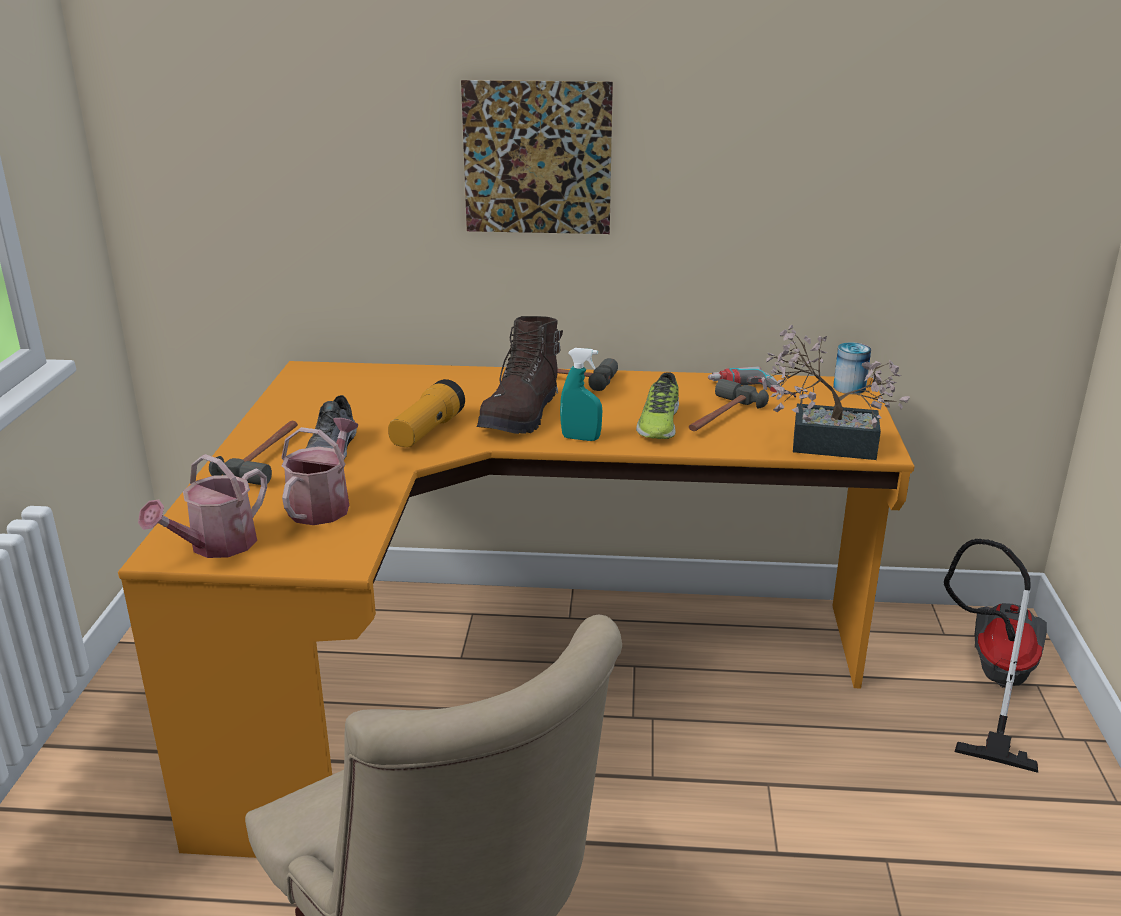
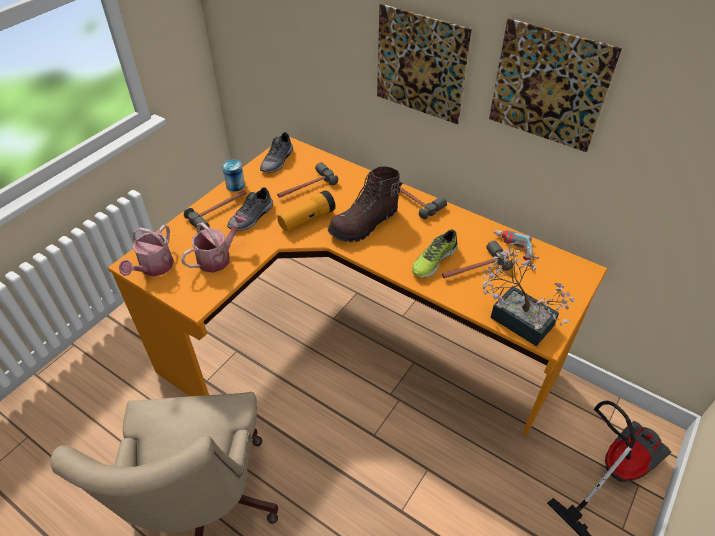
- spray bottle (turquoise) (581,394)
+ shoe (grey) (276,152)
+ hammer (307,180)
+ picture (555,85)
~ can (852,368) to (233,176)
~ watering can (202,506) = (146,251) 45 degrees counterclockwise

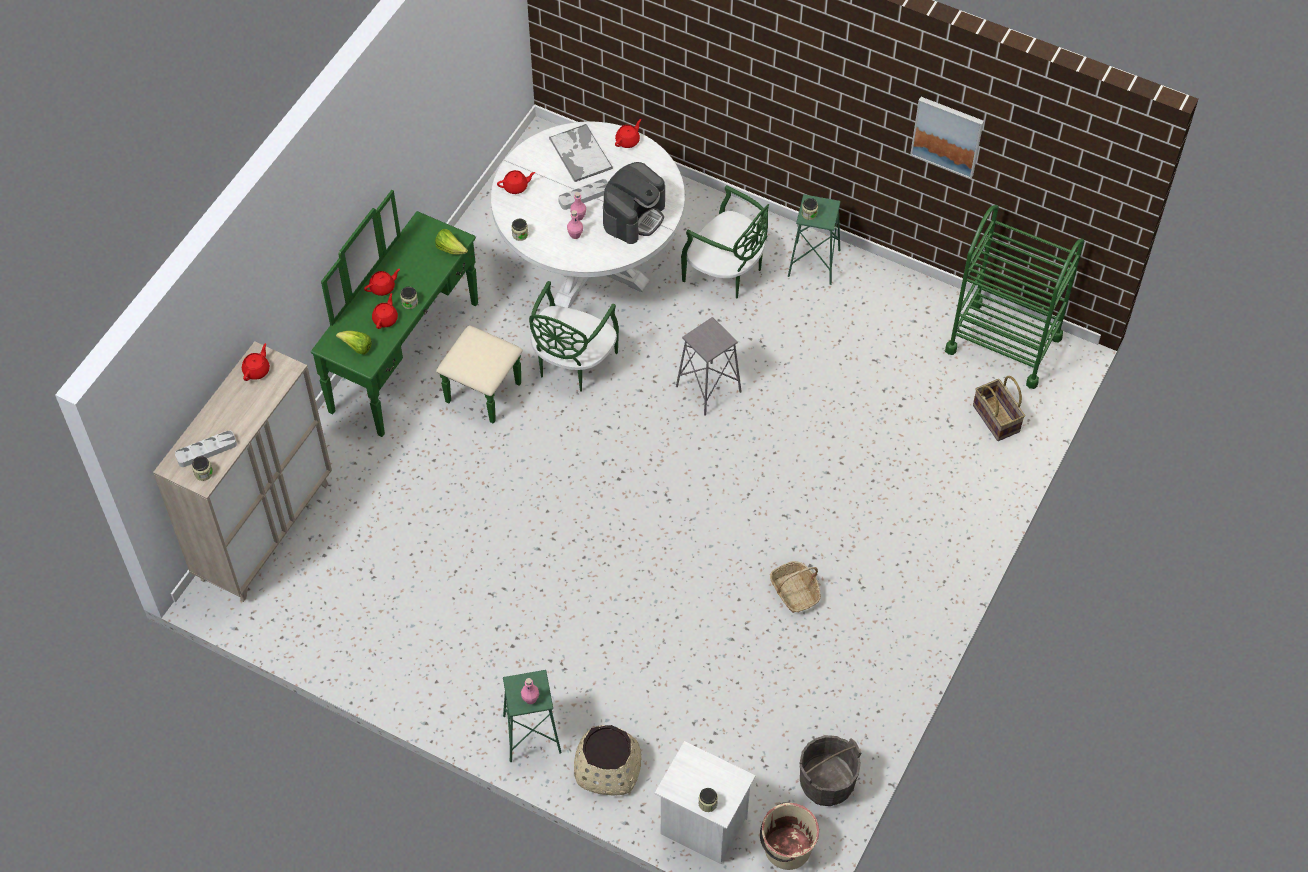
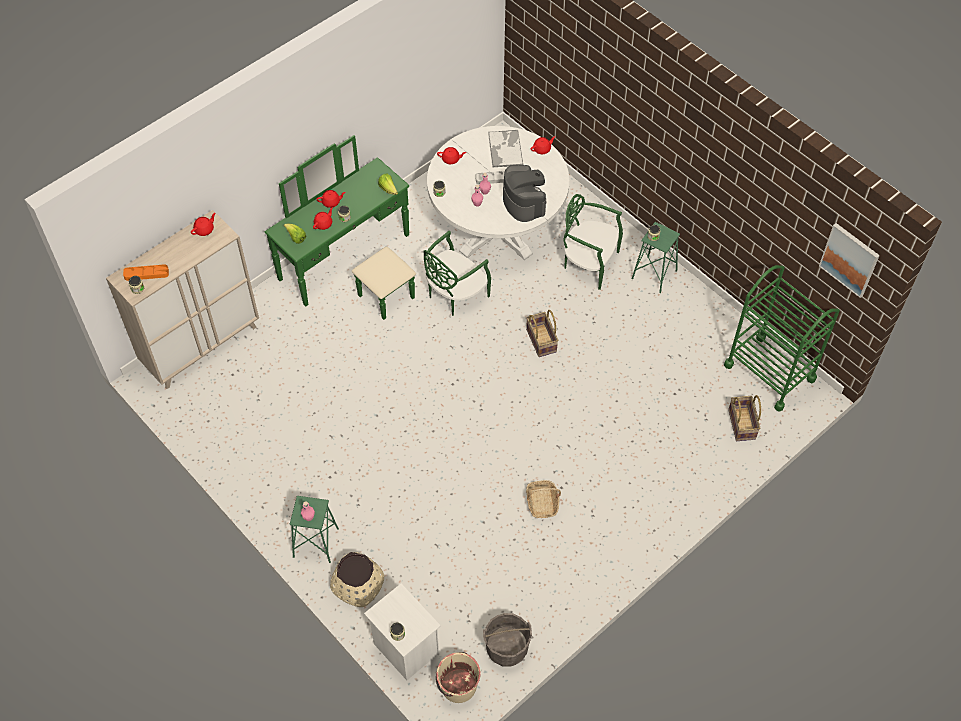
~ picture (947,138) to (849,260)
~ stool (grey) (709,366) to basket (542,333)
~ tray (grey) (206,448) to tray (orange) (146,272)
~ coffee machine (634,203) = (525,193) 75 degrees counterclockwise
~ chair (green) (725,241) = (593,242) 150 degrees clockwise

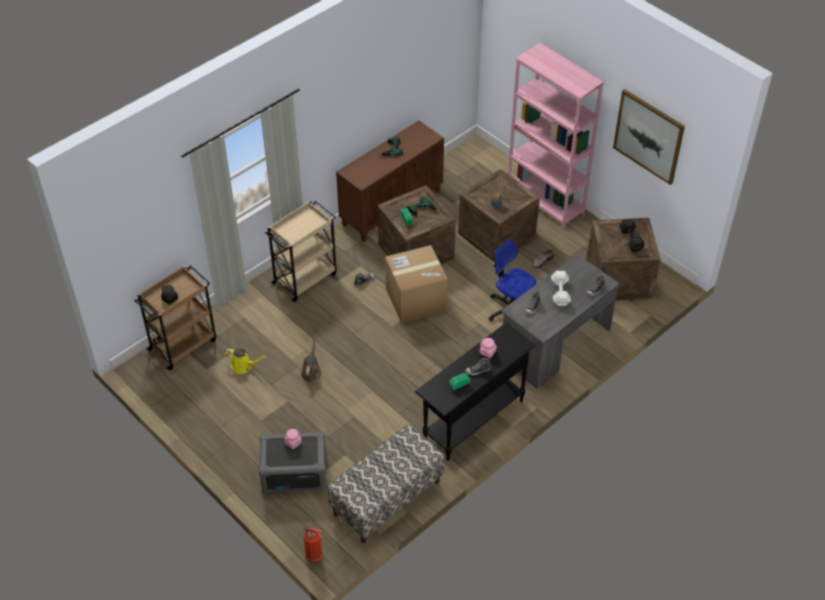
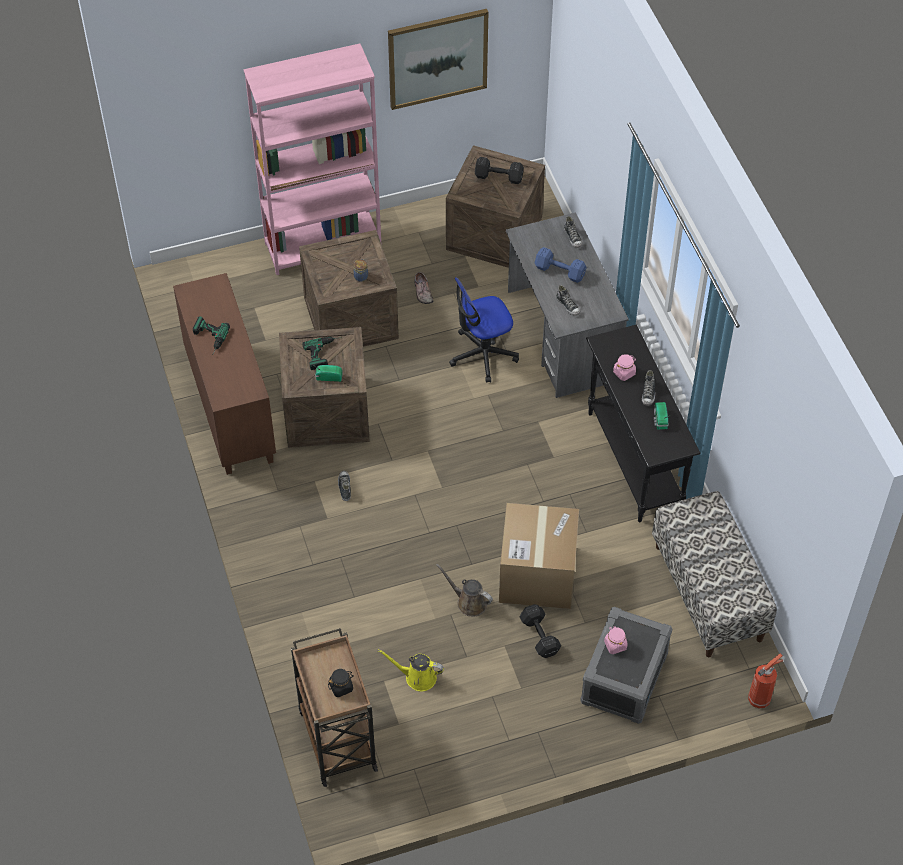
- cart (beige) (301,251)
+ dumbbell (black) (540,631)
~ cardboard box (416,284) to (539,556)
~ dumbbell (white) (561,288) to dumbbell (blue) (561,265)
~ watering can (yellow) (246,361) = (411,670) 120 degrees counterclockwise

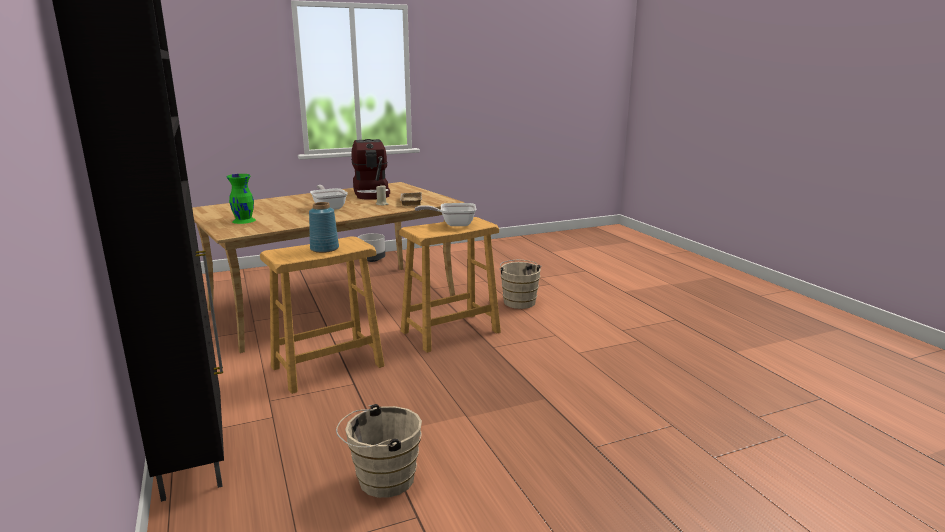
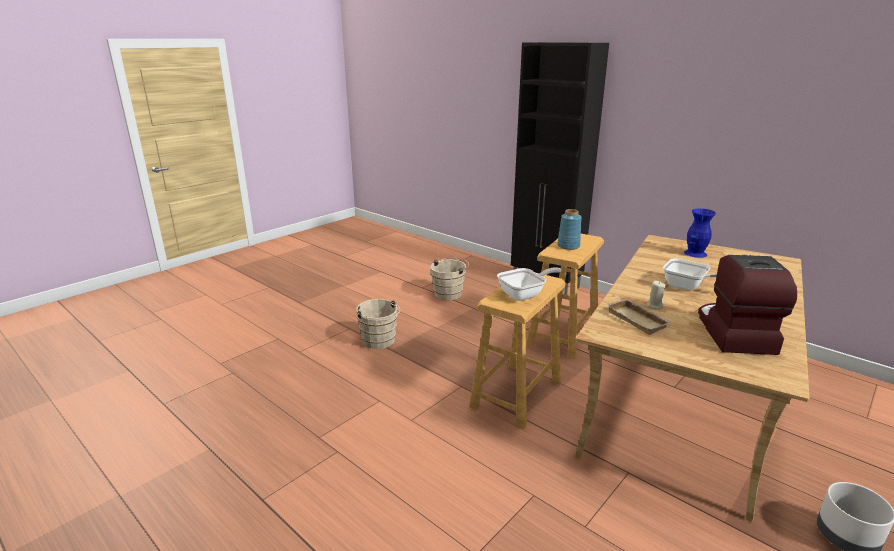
~ bucket (beige) (520,284) to (378,324)
~ vase (green) (241,199) to vase (blue) (700,233)
~ coffee machine (370,169) = (747,305) 45 degrees clockwise

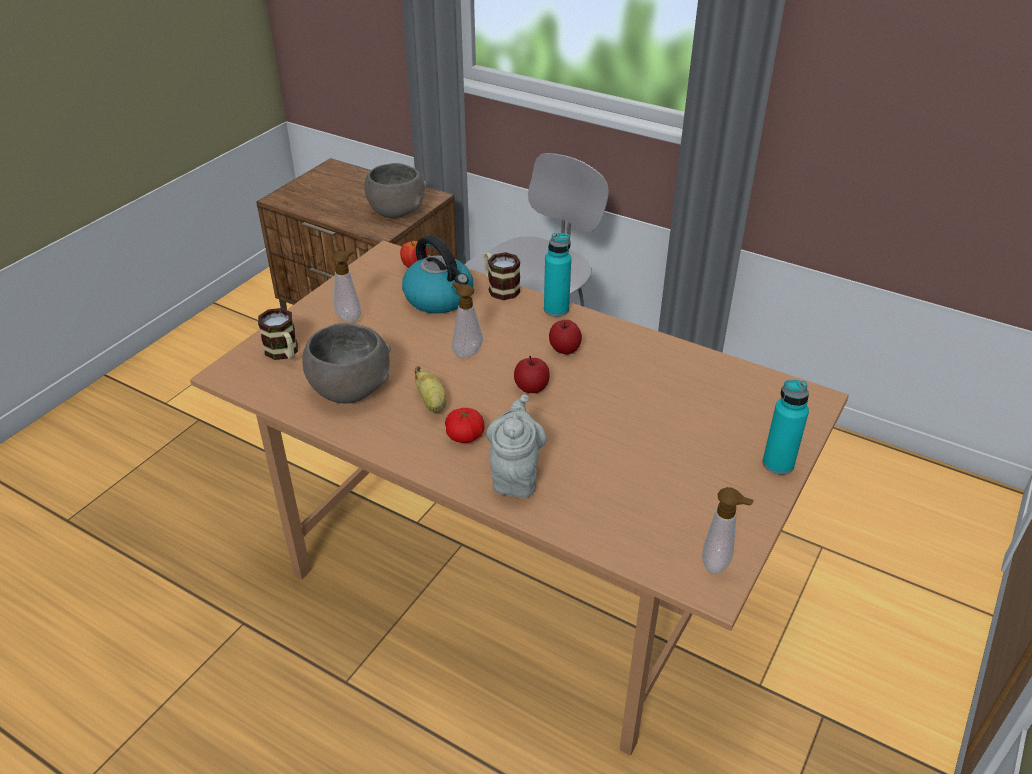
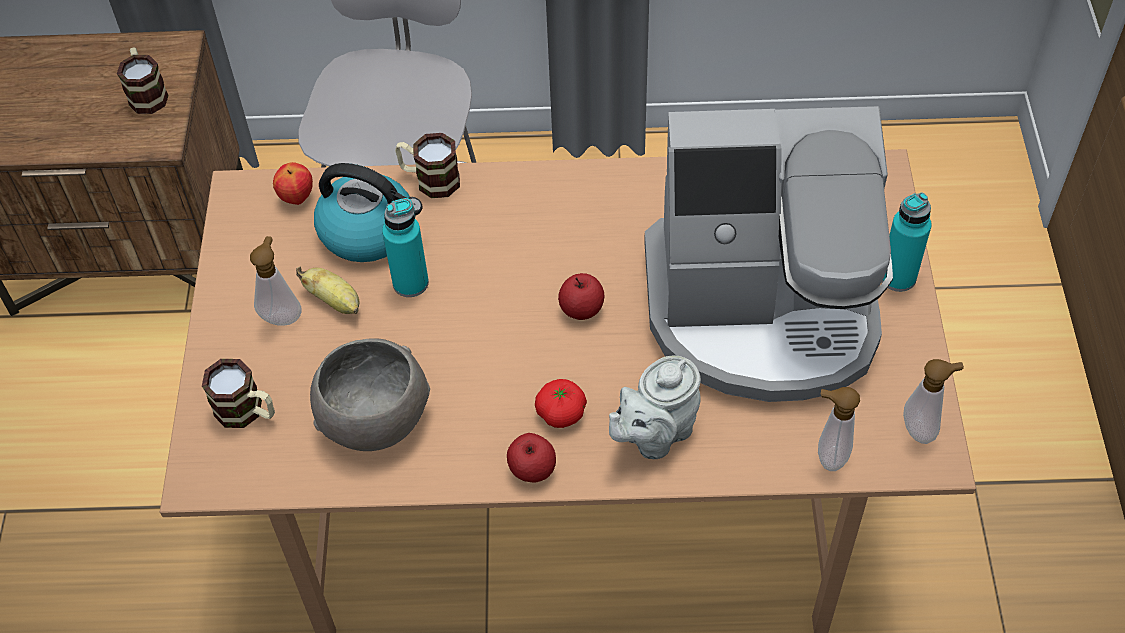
+ coffee machine (768,254)
~ banana (430,389) to (327,290)
~ soap dispenser (467,320) to (839,429)
~ bottle (turquoise) (557,275) to (405,247)
~ apple (565,337) to (531,458)
~ bowl (grey) (395,190) to mug (142,80)
~ teapot (grey) (516,446) = (655,407) 105 degrees counterclockwise

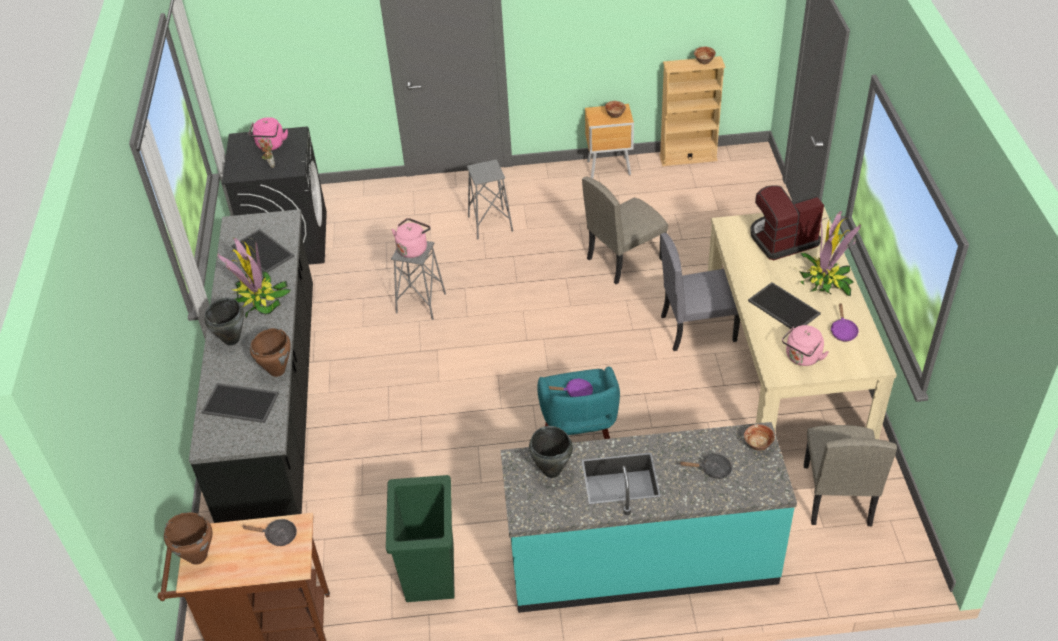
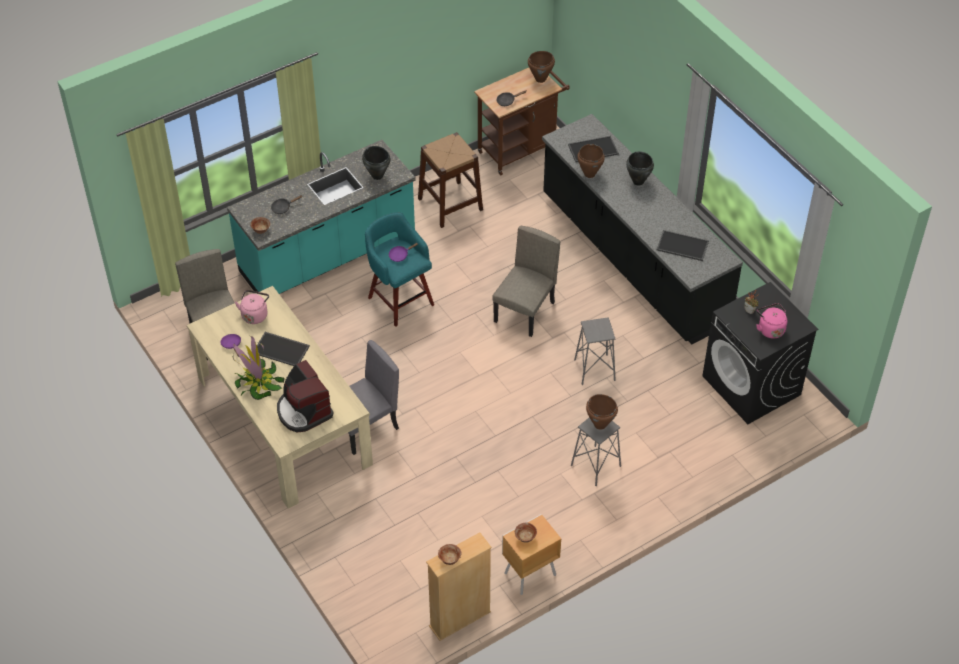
- potted plant (254,277)
- kettle (pink) (411,238)
+ cooking pot (brown) (602,412)
~ chair (beige) (625,230) to (526,281)
~ trash can (green) (420,538) to stool (brown) (450,180)
~ coffee machine (787,222) = (305,396) 105 degrees clockwise

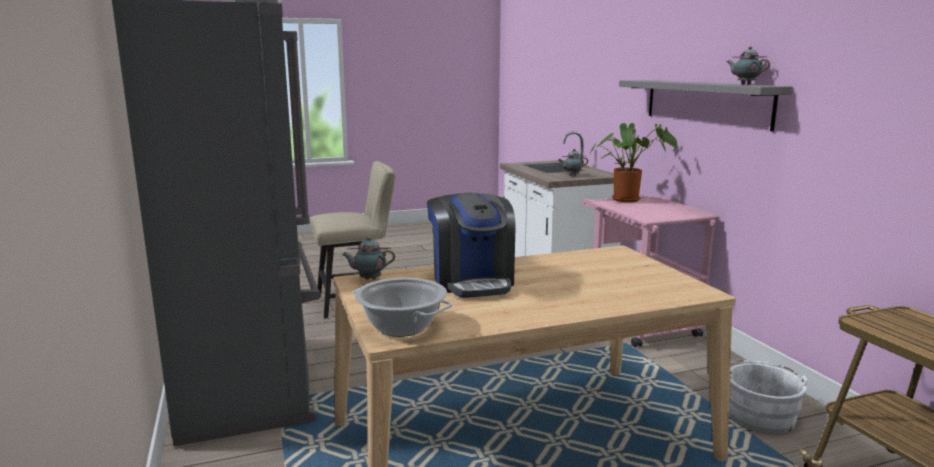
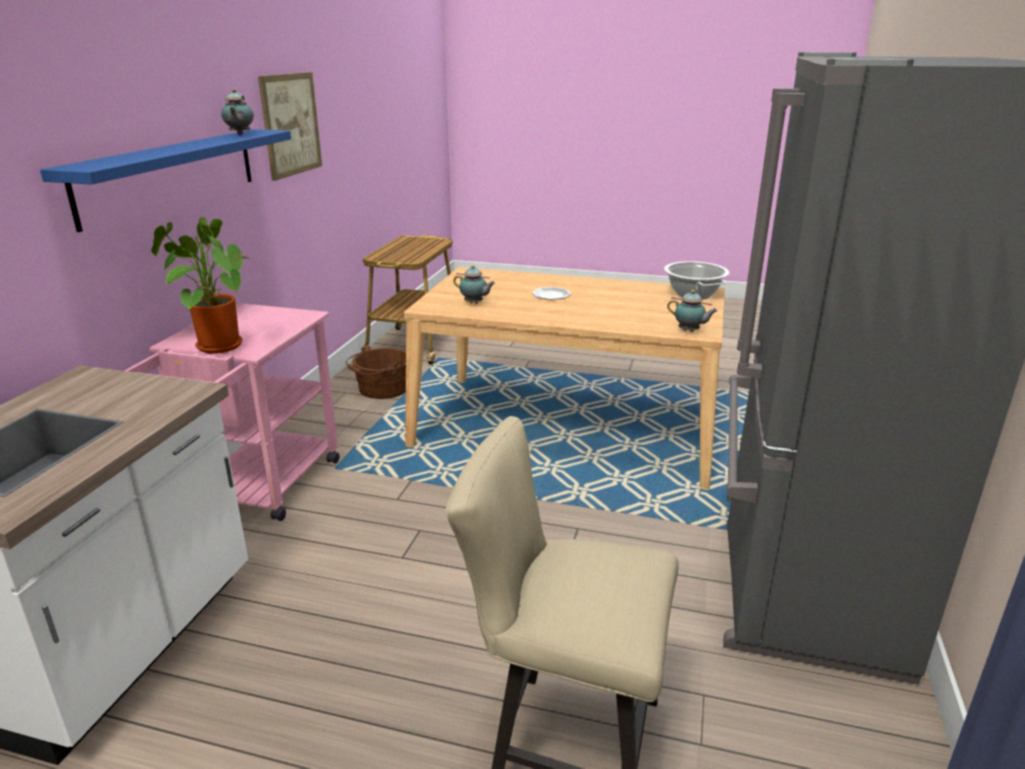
- coffee machine (471,245)
+ picture (290,126)
+ plate (551,293)
~ teapot (573,162) to (474,284)
~ shelf (grey) (706,106) to shelf (blue) (165,180)
~ bucket (white) (768,396) to bucket (brown) (376,372)

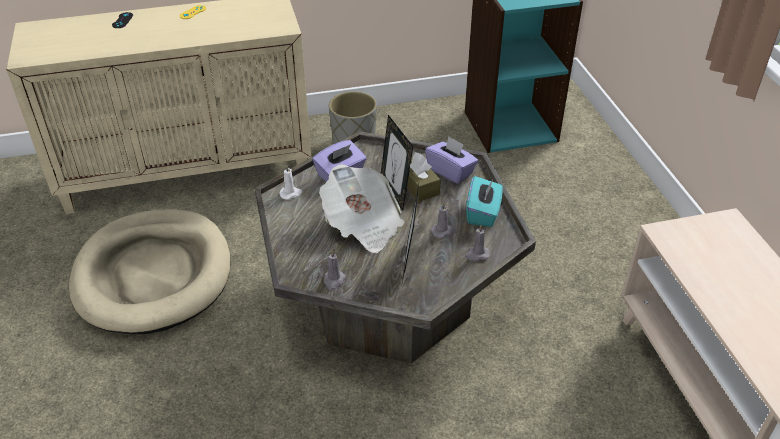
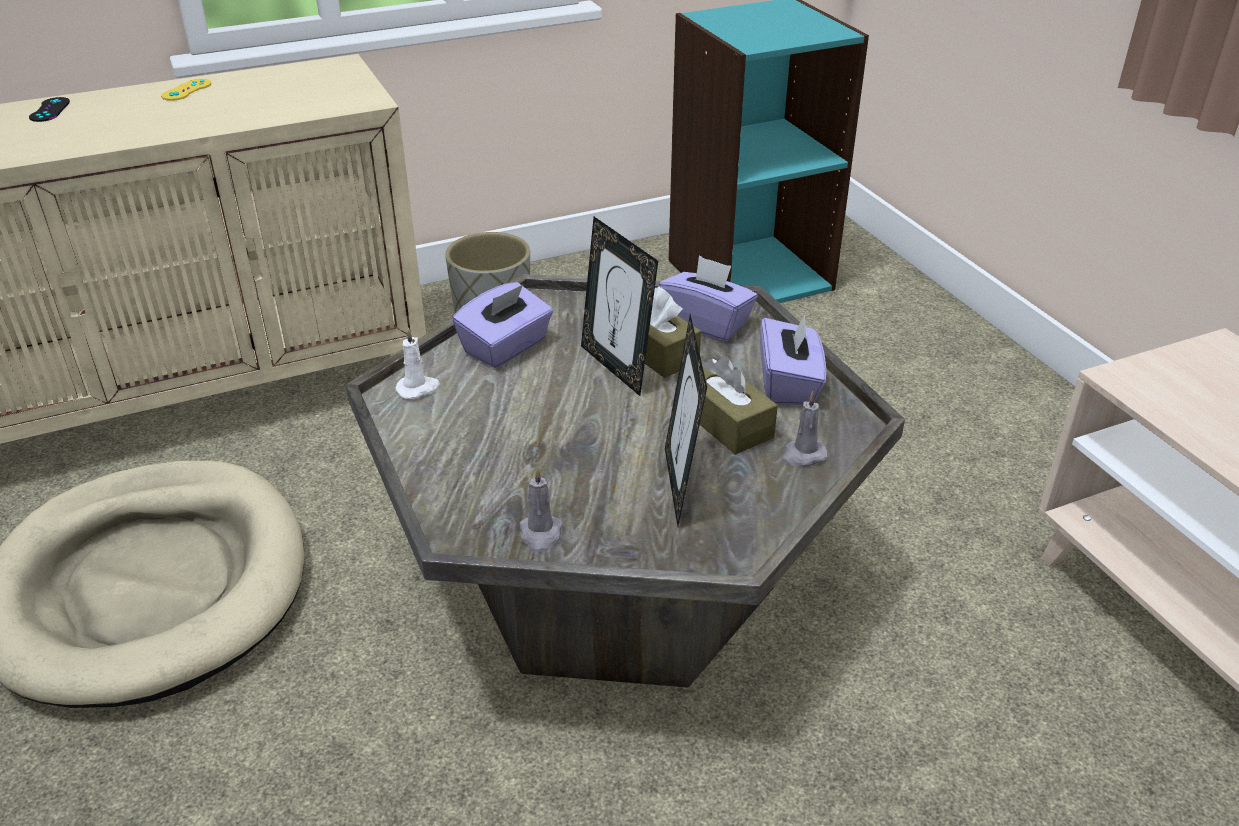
- newspaper (362,208)
~ candle (grey) (442,220) to tissue box (brown) (739,405)
~ tissue box (turquoise) (484,201) to tissue box (purple) (793,359)

